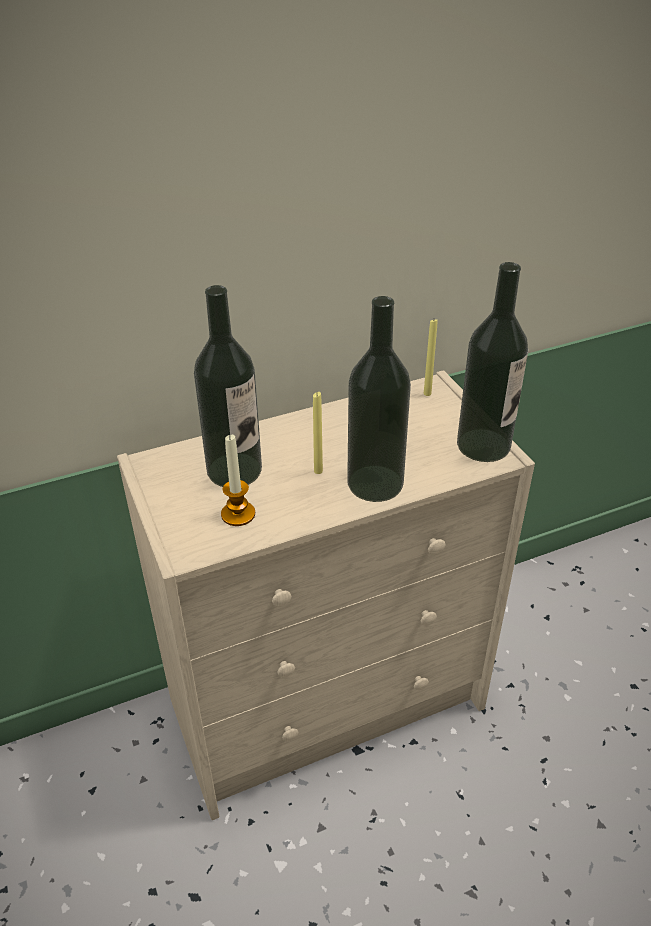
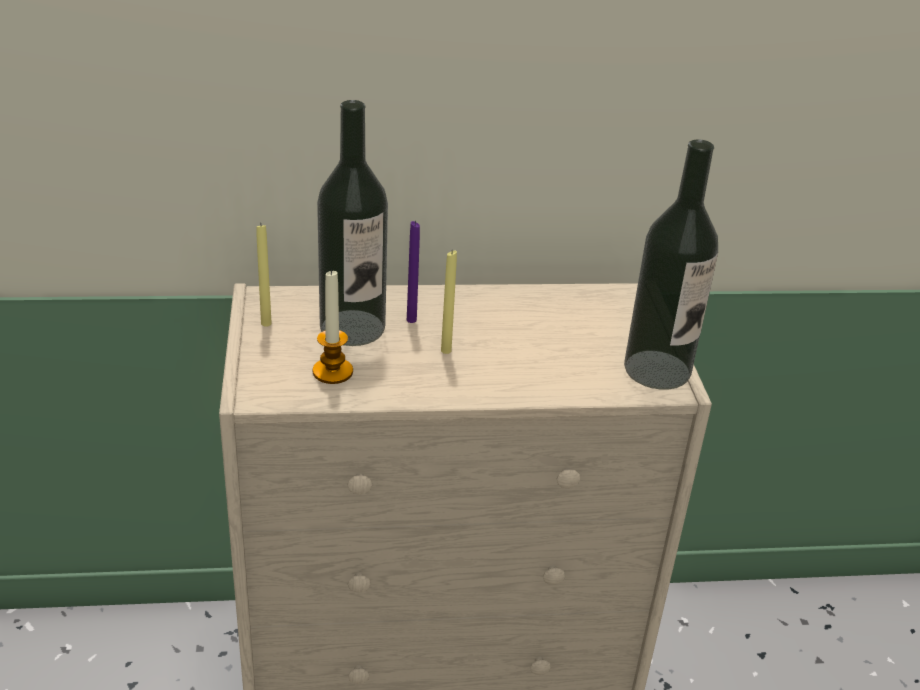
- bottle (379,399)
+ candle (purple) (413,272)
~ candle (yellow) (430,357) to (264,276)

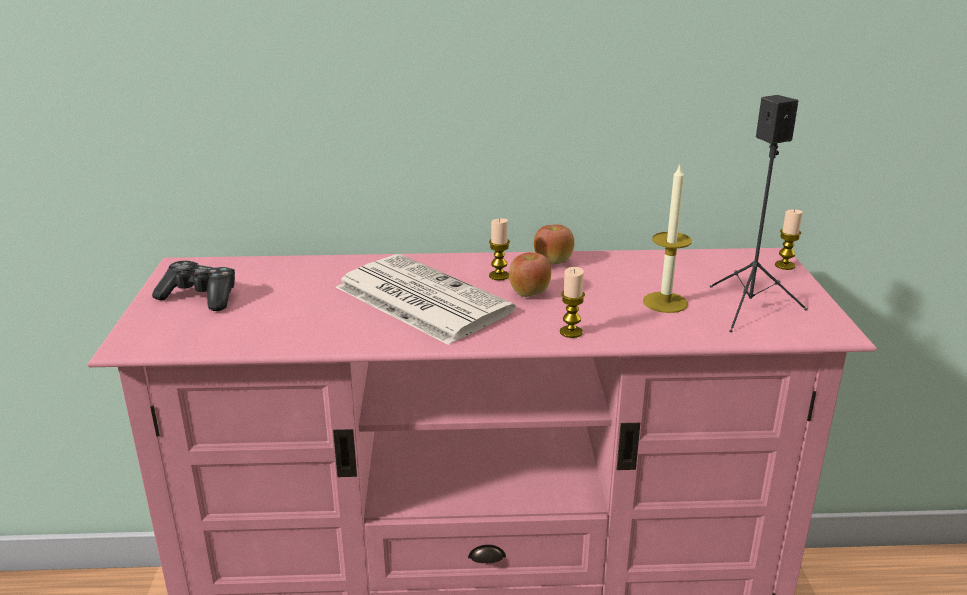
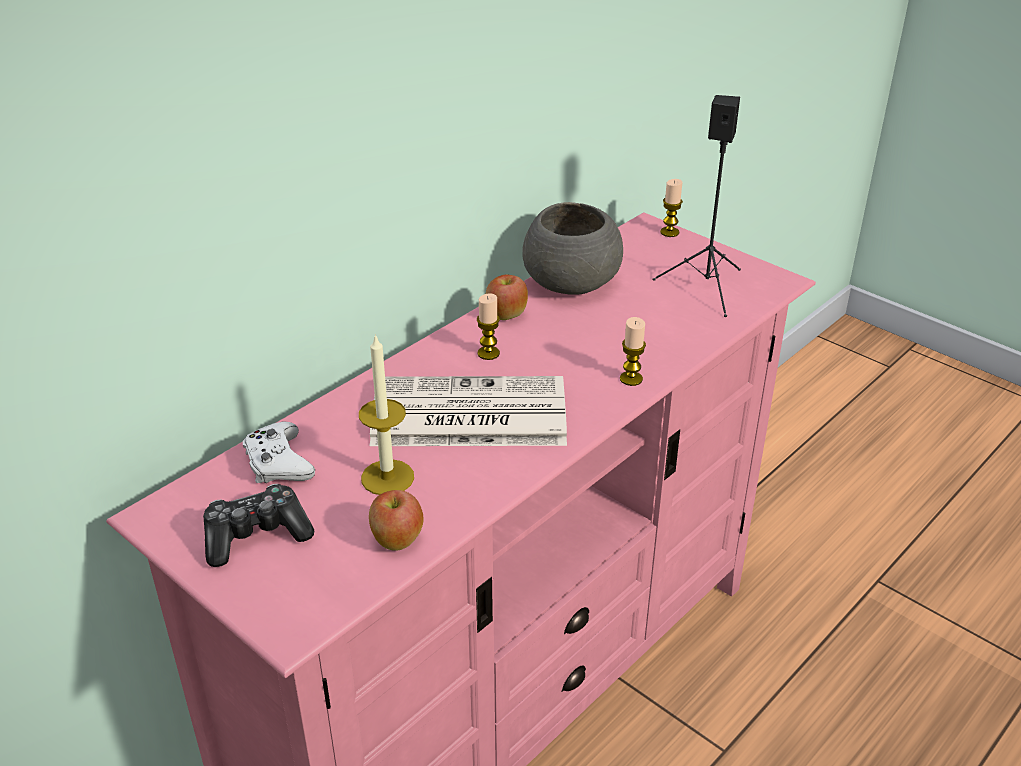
+ game controller (white) (279,452)
+ bowl (grey) (572,248)
~ apple (530,274) to (396,520)
~ candle (667,239) to (386,414)

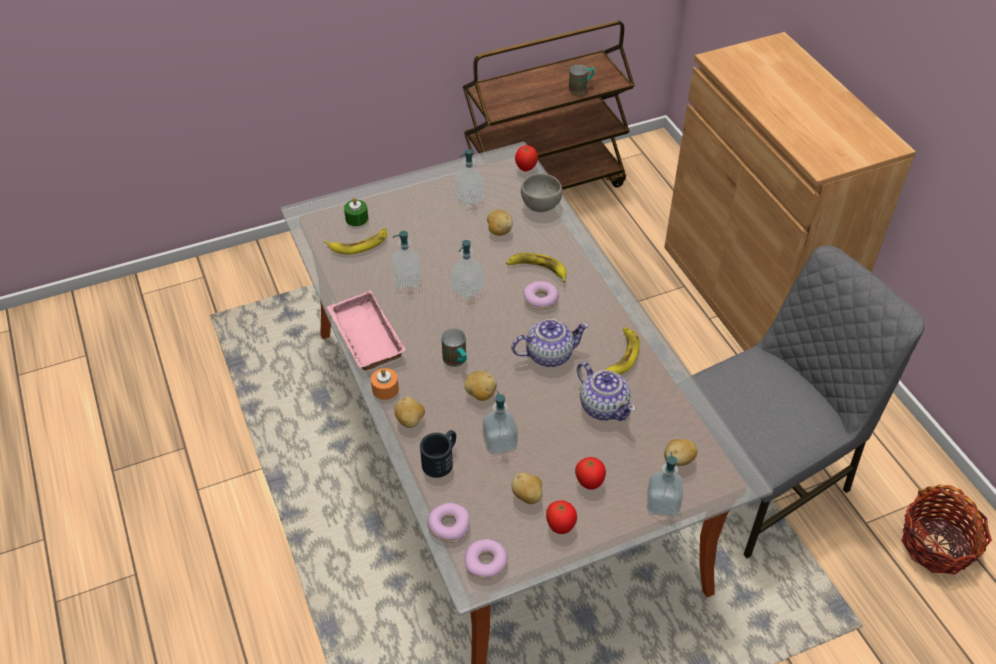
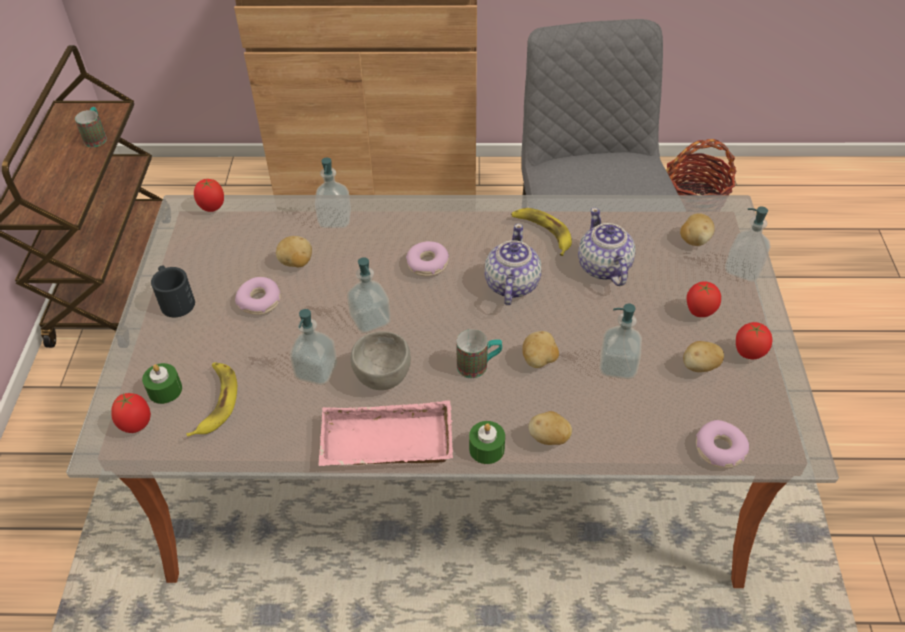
- banana (536,268)
+ tomato (131,413)
~ mug (black) (438,454) to (173,291)
~ soap dispenser (469,177) to (333,193)
~ donut (486,559) to (258,296)
~ bowl (grey) (541,192) to (380,360)
~ candle (orange) (385,384) to candle (green) (487,442)
~ teapot (606,391) = (607,246) 90 degrees counterclockwise

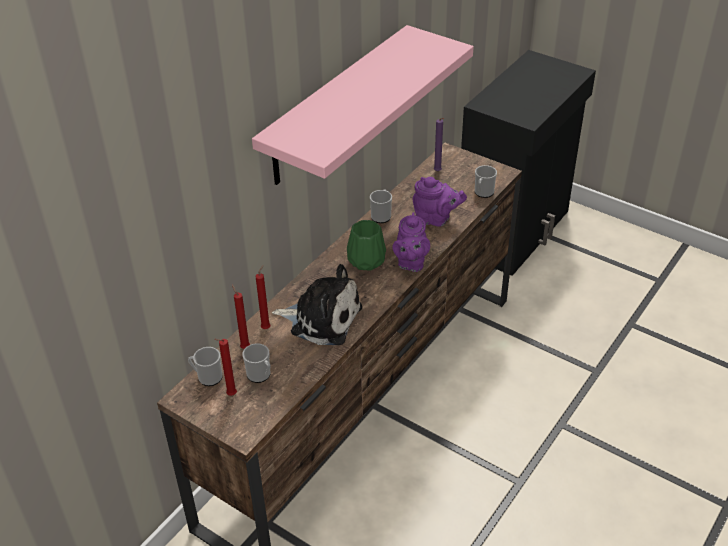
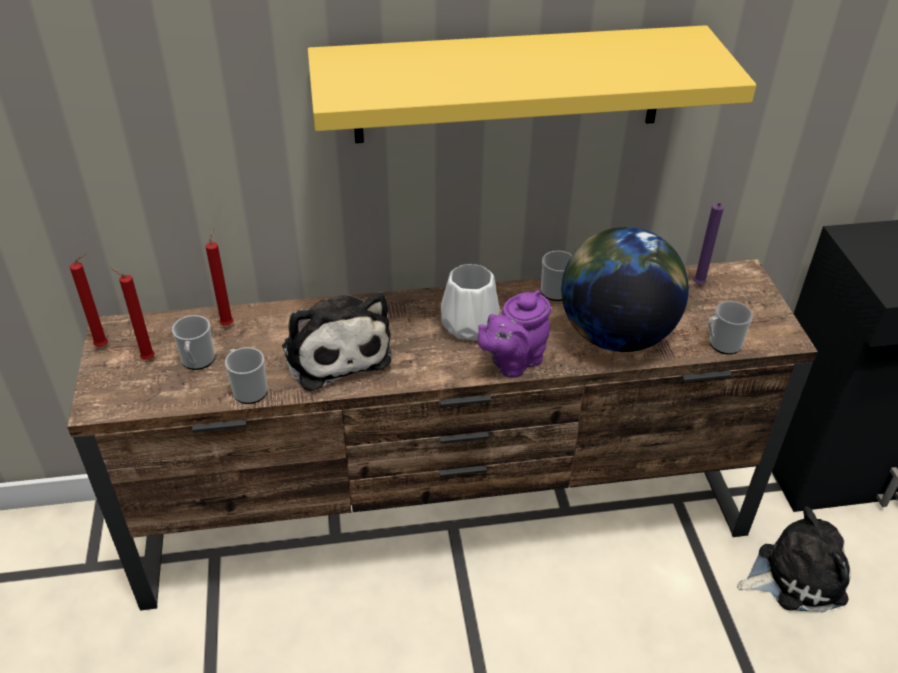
+ plush toy (794,559)
~ mug (205,366) to (246,375)
~ candle (red) (262,297) to (89,300)
~ teapot (purple) (440,202) to globe (625,289)
~ shelf (pink) (363,105) to shelf (yellow) (532,84)
~ vase (green) (366,245) to vase (white) (470,302)

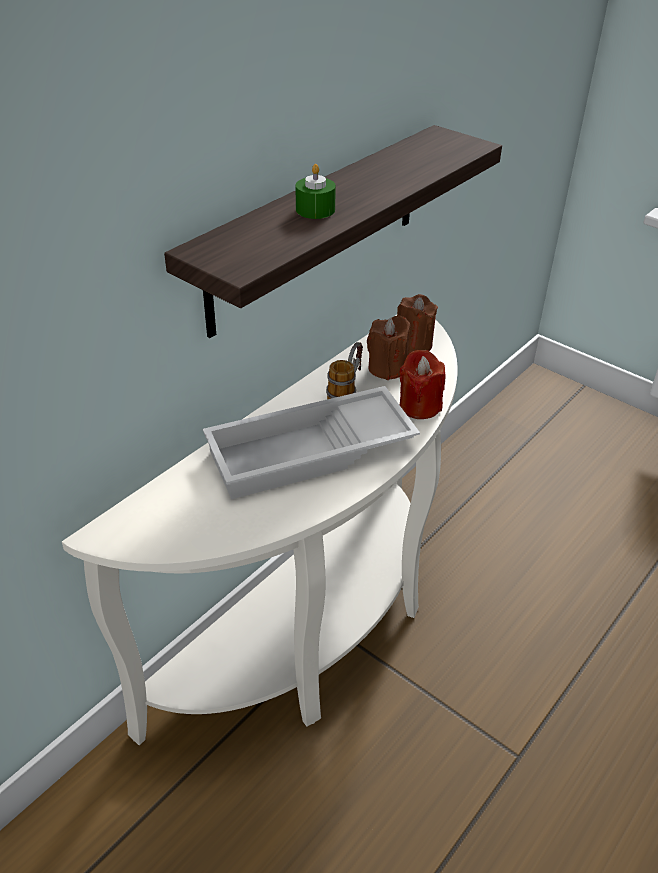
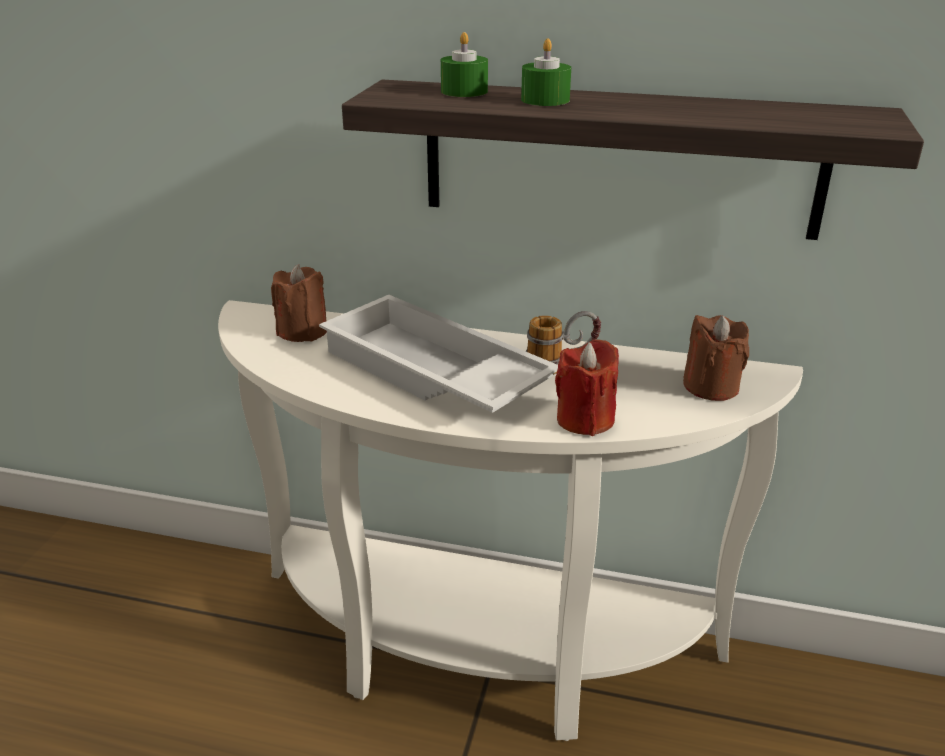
+ candle (green) (464,64)
~ candle (brown) (389,347) to (299,303)

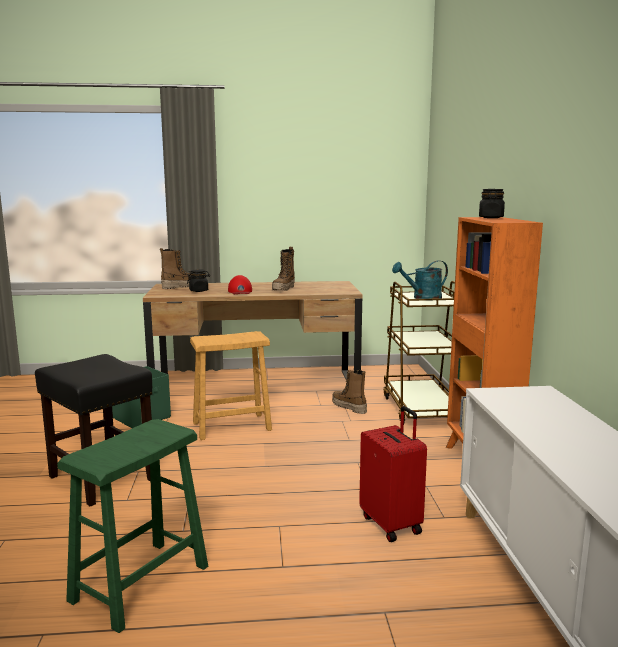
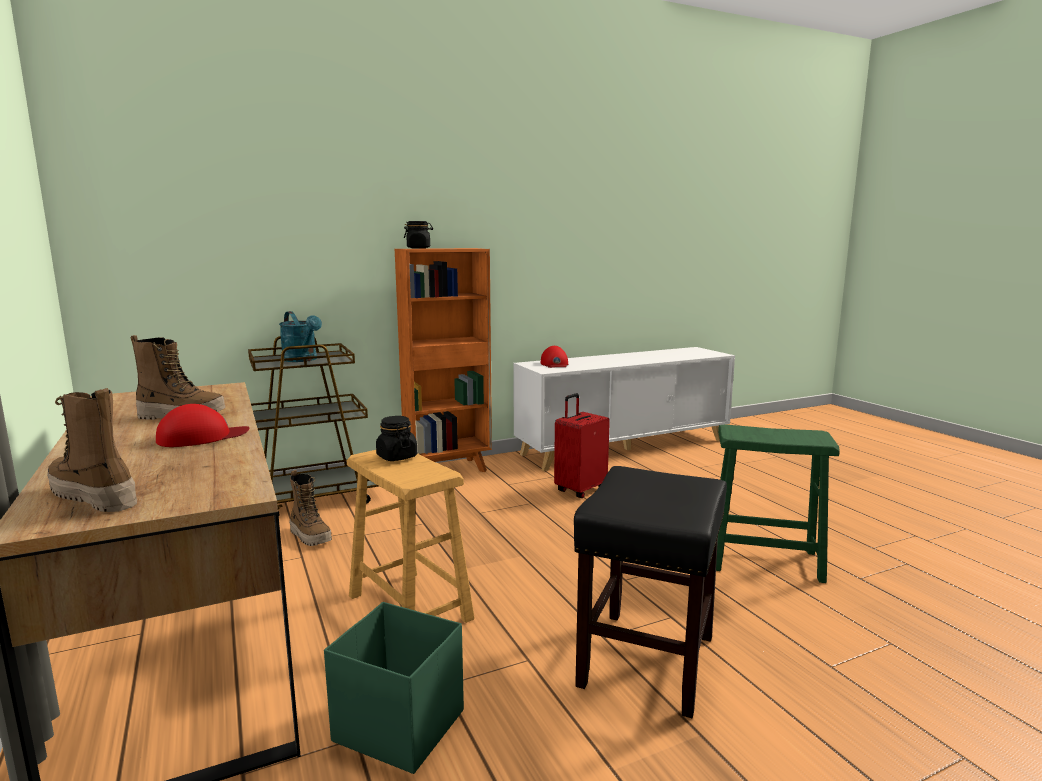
+ cap (red) (554,357)
~ jar (black) (198,280) to (396,438)
~ boot (349,392) = (310,508) 75 degrees counterclockwise

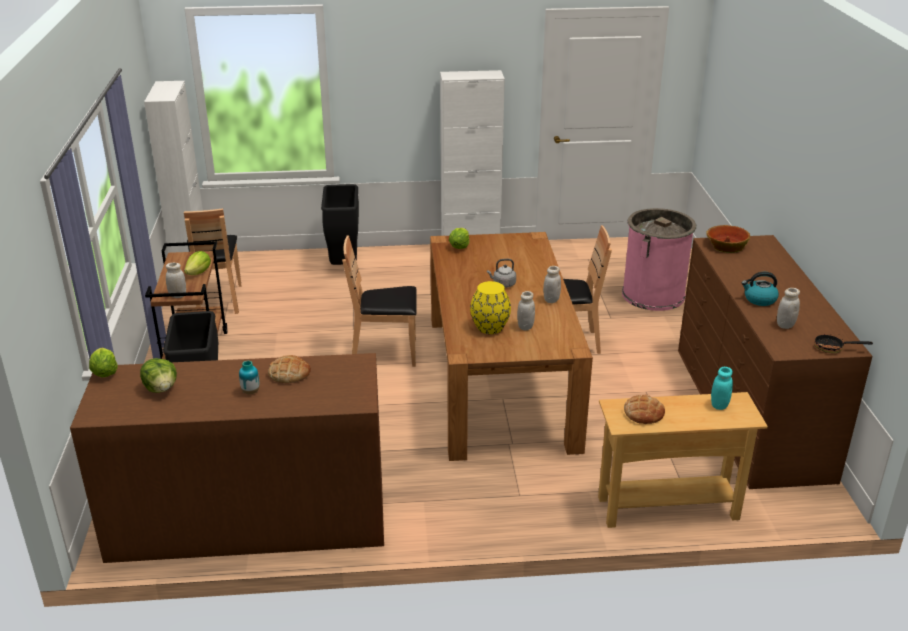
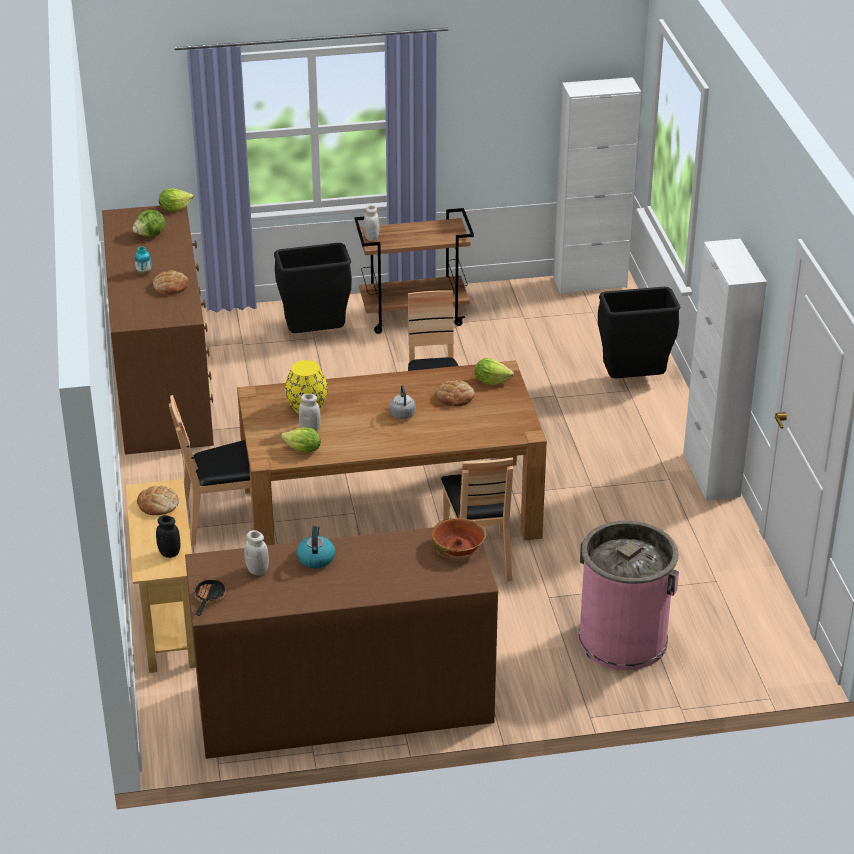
- jar (white) (552,284)
+ bread (455,393)
~ chair (brown) (213,261) to (210,470)
~ lettuce (197,263) to (301,440)
~ jar (turquoise) (722,388) to jar (black) (168,536)

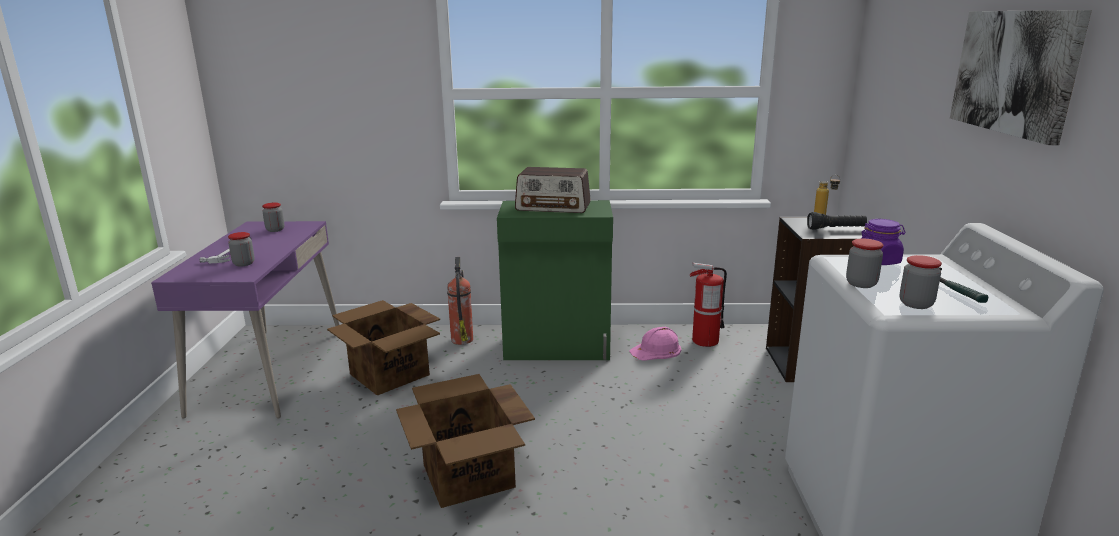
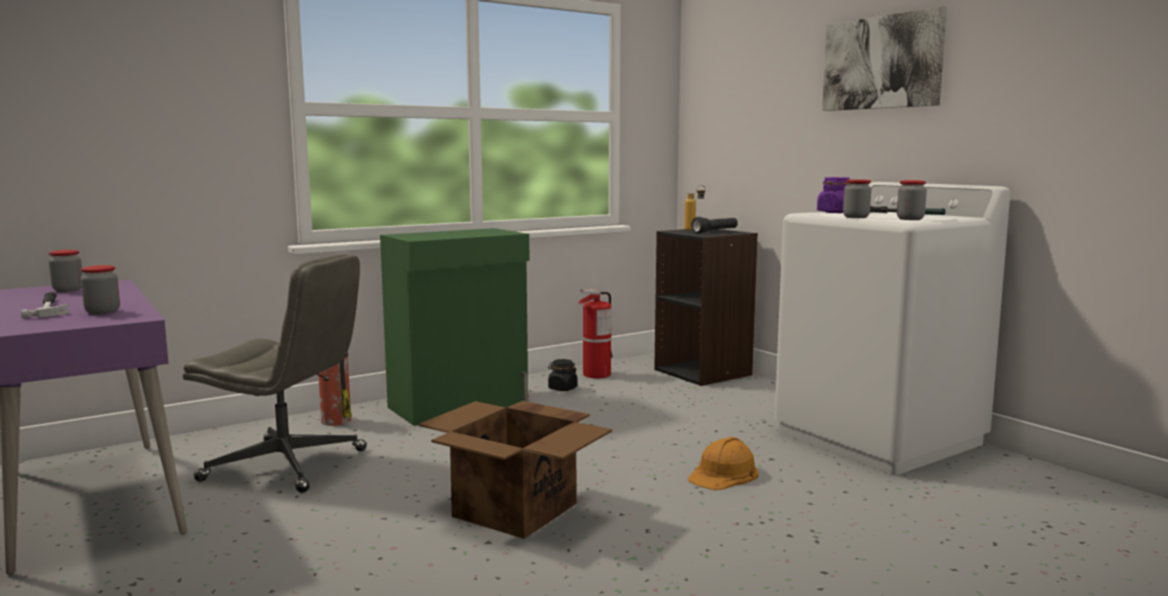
- radio (553,190)
+ hard hat (orange) (723,463)
~ cardboard box (383,348) to office chair (grey) (275,373)
~ hard hat (pink) (655,344) to jar (black) (563,375)

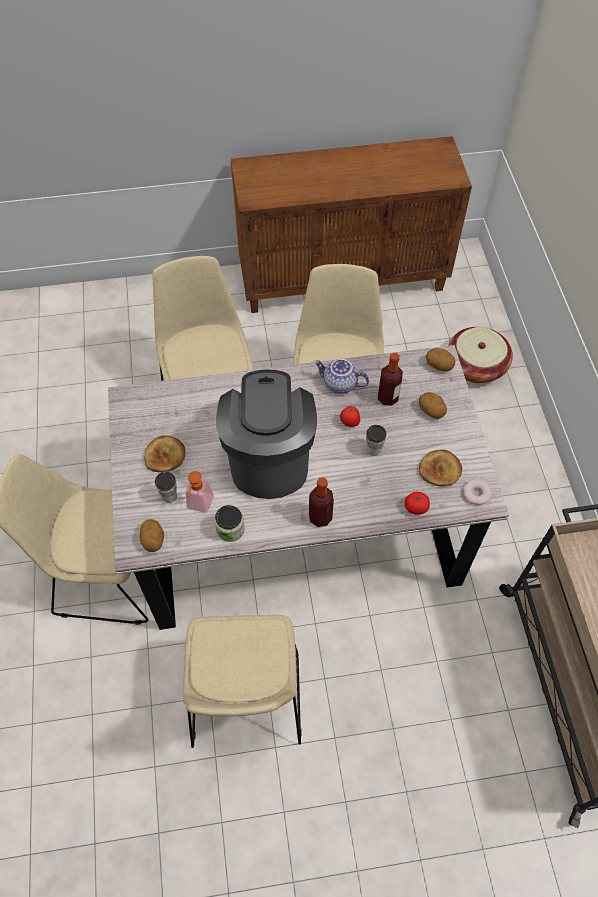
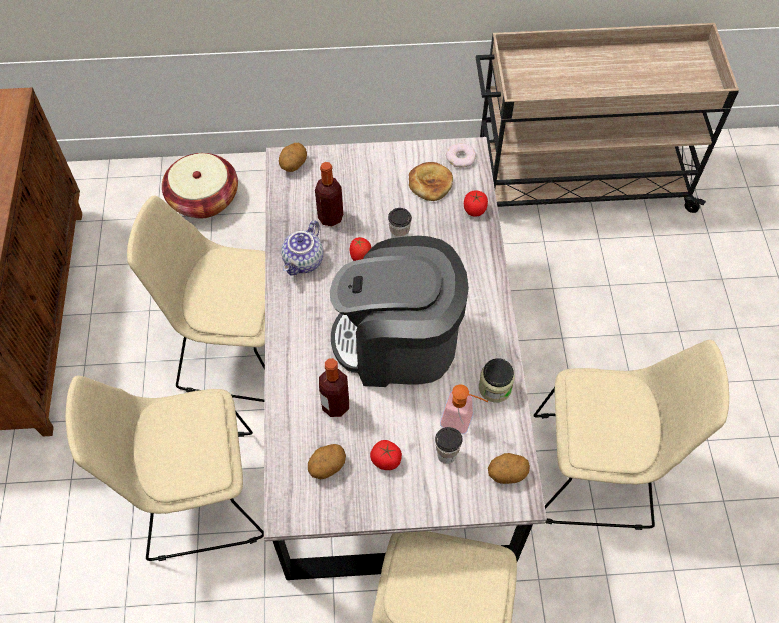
~ bottle (321,502) to (334,387)
~ potato (433,405) to (327,461)
~ bread (165,453) to tomato (386,455)

